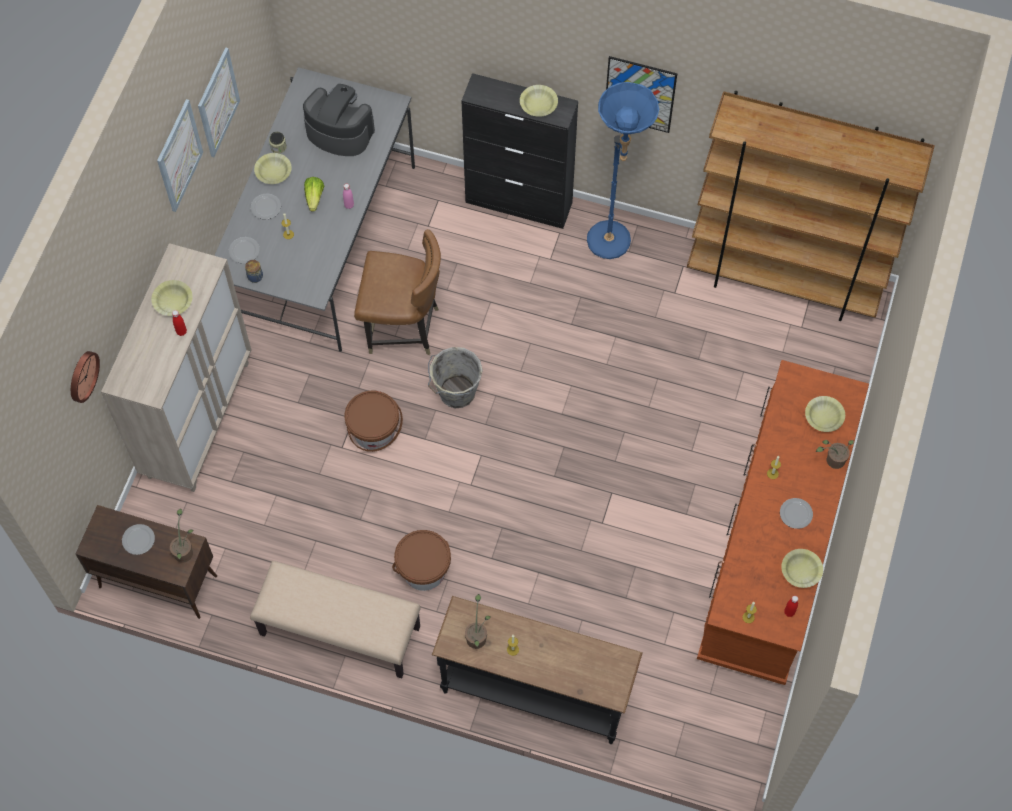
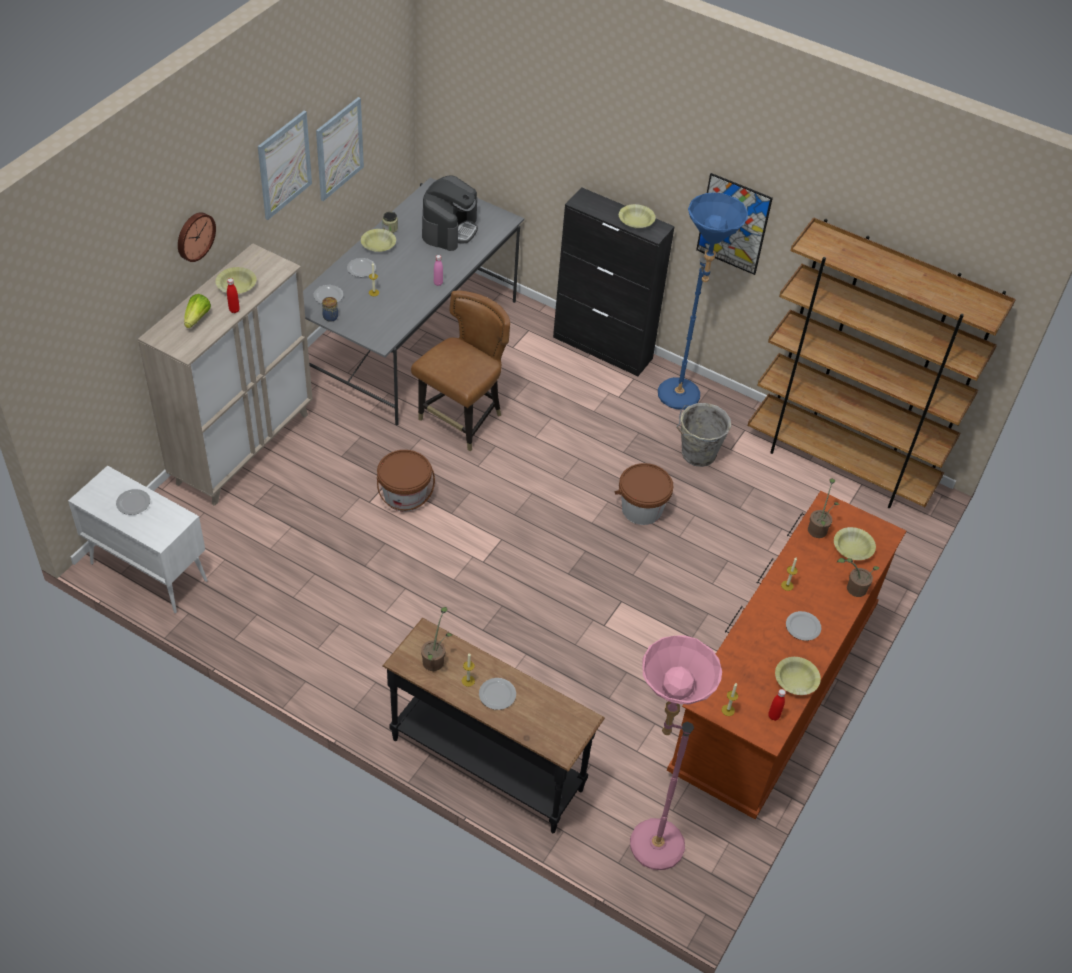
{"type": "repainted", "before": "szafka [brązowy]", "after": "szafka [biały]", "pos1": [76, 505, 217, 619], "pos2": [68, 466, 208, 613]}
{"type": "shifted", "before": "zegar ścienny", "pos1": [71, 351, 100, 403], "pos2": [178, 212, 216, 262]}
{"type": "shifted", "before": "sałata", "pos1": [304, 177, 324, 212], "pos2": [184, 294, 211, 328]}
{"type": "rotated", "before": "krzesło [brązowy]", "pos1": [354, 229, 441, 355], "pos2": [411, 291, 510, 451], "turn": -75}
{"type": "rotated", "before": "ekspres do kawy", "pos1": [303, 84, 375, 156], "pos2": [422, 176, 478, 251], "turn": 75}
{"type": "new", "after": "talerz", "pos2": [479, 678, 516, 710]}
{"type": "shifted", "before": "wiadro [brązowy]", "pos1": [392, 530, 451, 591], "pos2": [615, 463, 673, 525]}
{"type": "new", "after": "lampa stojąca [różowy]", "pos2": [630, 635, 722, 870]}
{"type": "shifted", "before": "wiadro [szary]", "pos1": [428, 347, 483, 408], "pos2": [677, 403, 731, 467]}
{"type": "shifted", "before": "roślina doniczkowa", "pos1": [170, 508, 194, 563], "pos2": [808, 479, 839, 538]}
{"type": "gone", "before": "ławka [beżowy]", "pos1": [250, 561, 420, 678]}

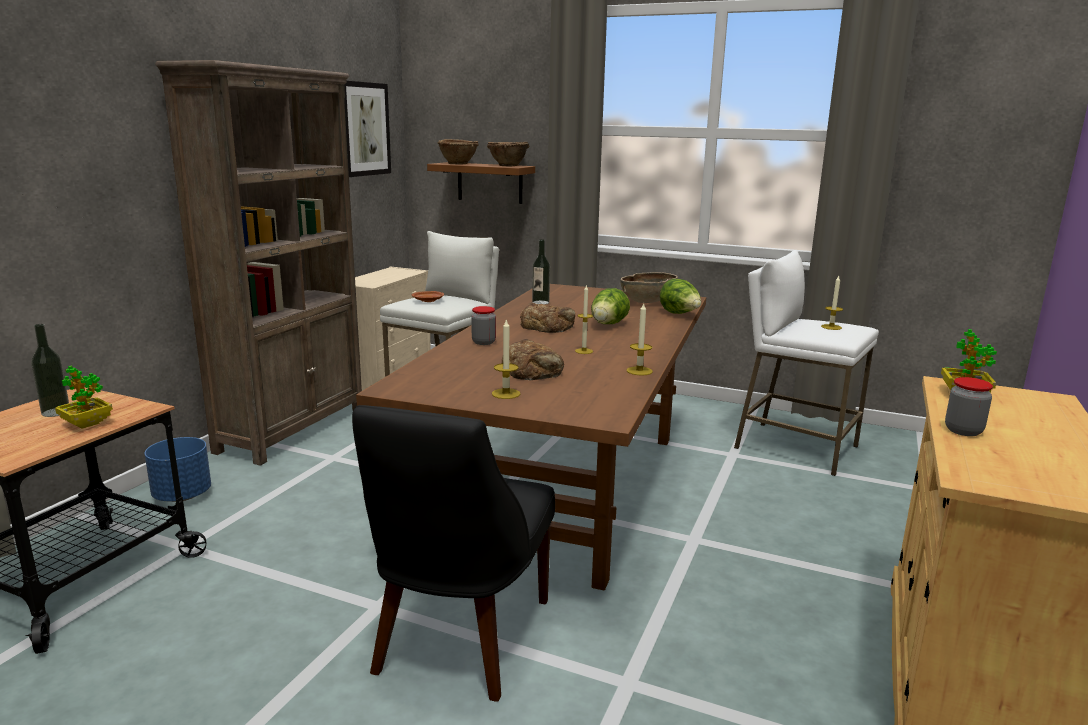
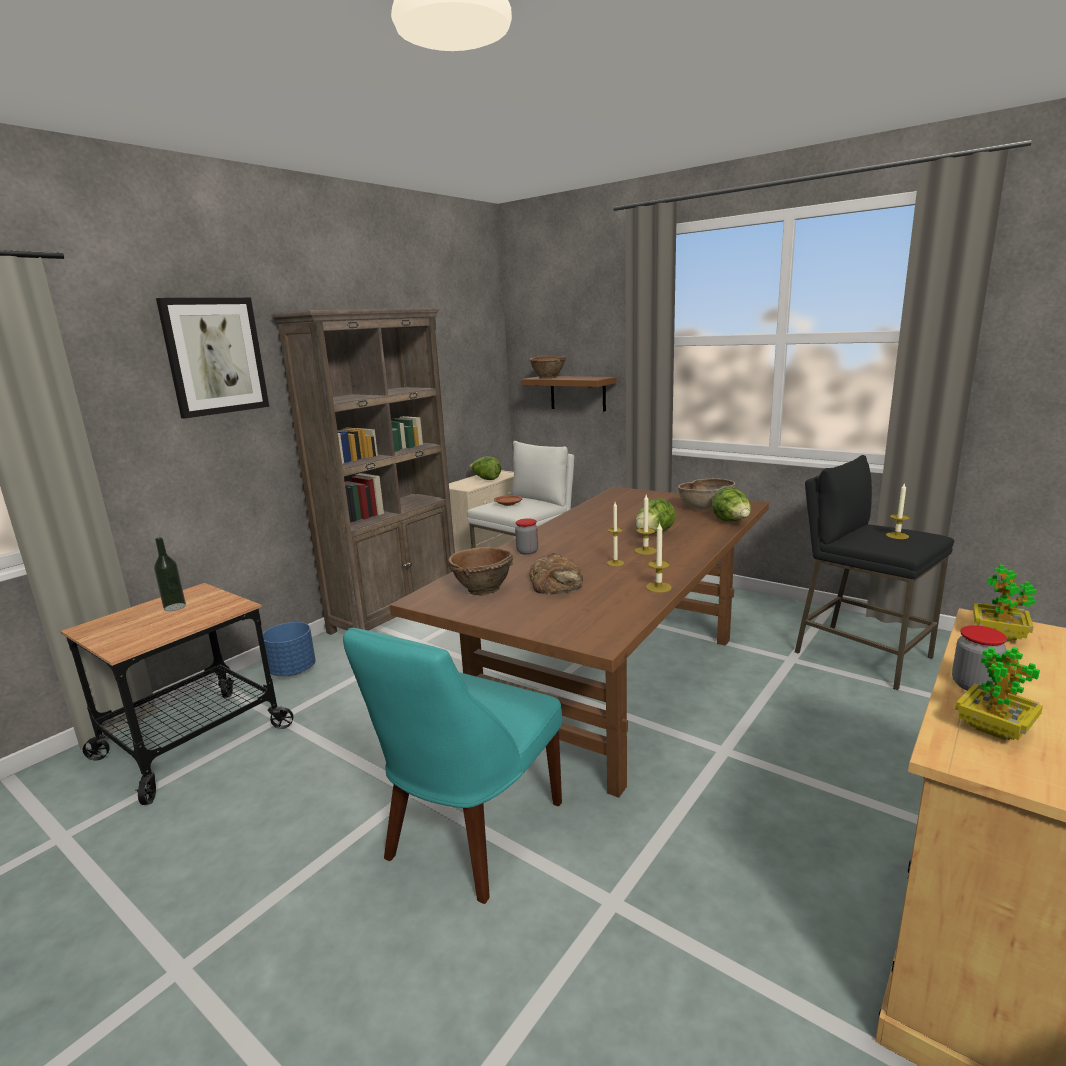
{"type": "shifted", "before": "obraz", "pos1": [344, 81, 391, 177], "pos2": [156, 298, 269, 419]}
{"type": "repainted", "before": "krzesło [czarny]", "after": "krzesło [turkusowy]", "pos1": [352, 405, 555, 702], "pos2": [343, 628, 562, 904]}
{"type": "shifted", "before": "miska [brązowy]", "pos1": [487, 142, 529, 167], "pos2": [448, 547, 514, 595]}
{"type": "new", "after": "sałata", "pos2": [469, 456, 501, 480]}
{"type": "shifted", "before": "świeca", "pos1": [492, 320, 520, 399], "pos2": [635, 495, 656, 555]}
{"type": "repainted", "before": "stołek [biały]", "after": "stołek [czarny]", "pos1": [734, 250, 879, 476], "pos2": [795, 455, 954, 690]}
{"type": "shifted", "before": "roślina doniczkowa", "pos1": [55, 366, 113, 429], "pos2": [955, 647, 1043, 740]}
{"type": "gone", "before": "chleb", "pos1": [520, 302, 575, 333]}
{"type": "gone", "before": "butelka", "pos1": [532, 240, 550, 304]}

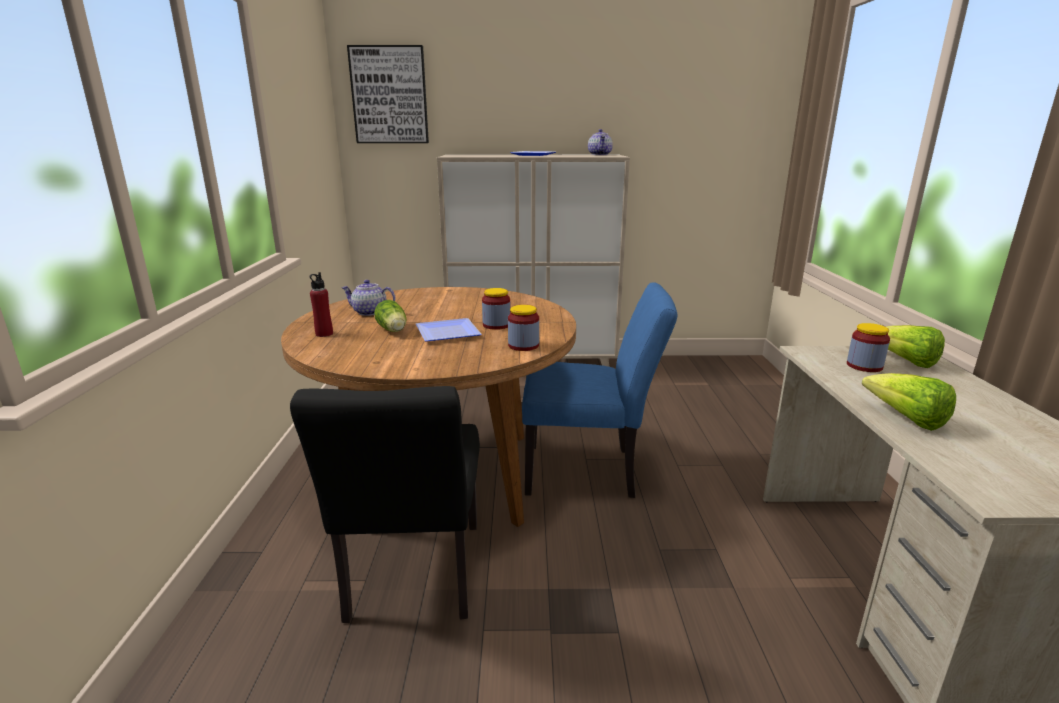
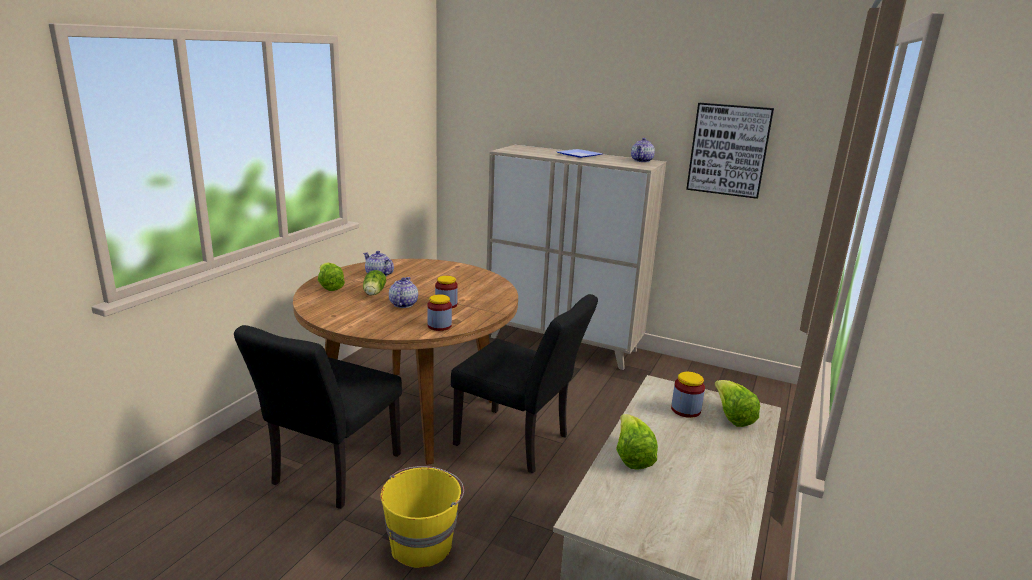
{"type": "swapped", "before": "butelka [czerwony]", "after": "sałata", "pos1": [310, 272, 333, 337], "pos2": [318, 262, 345, 291]}
{"type": "new", "after": "wiadro [żółty]", "pos2": [381, 466, 464, 568]}
{"type": "swapped", "before": "talerz", "after": "imbryk", "pos1": [416, 318, 481, 342], "pos2": [389, 277, 418, 308]}
{"type": "repainted", "before": "krzesło [niebieski]", "after": "krzesło [czarny]", "pos1": [522, 282, 678, 498], "pos2": [451, 294, 598, 474]}
{"type": "shifted", "before": "obraz", "pos1": [347, 45, 429, 143], "pos2": [686, 103, 774, 199]}

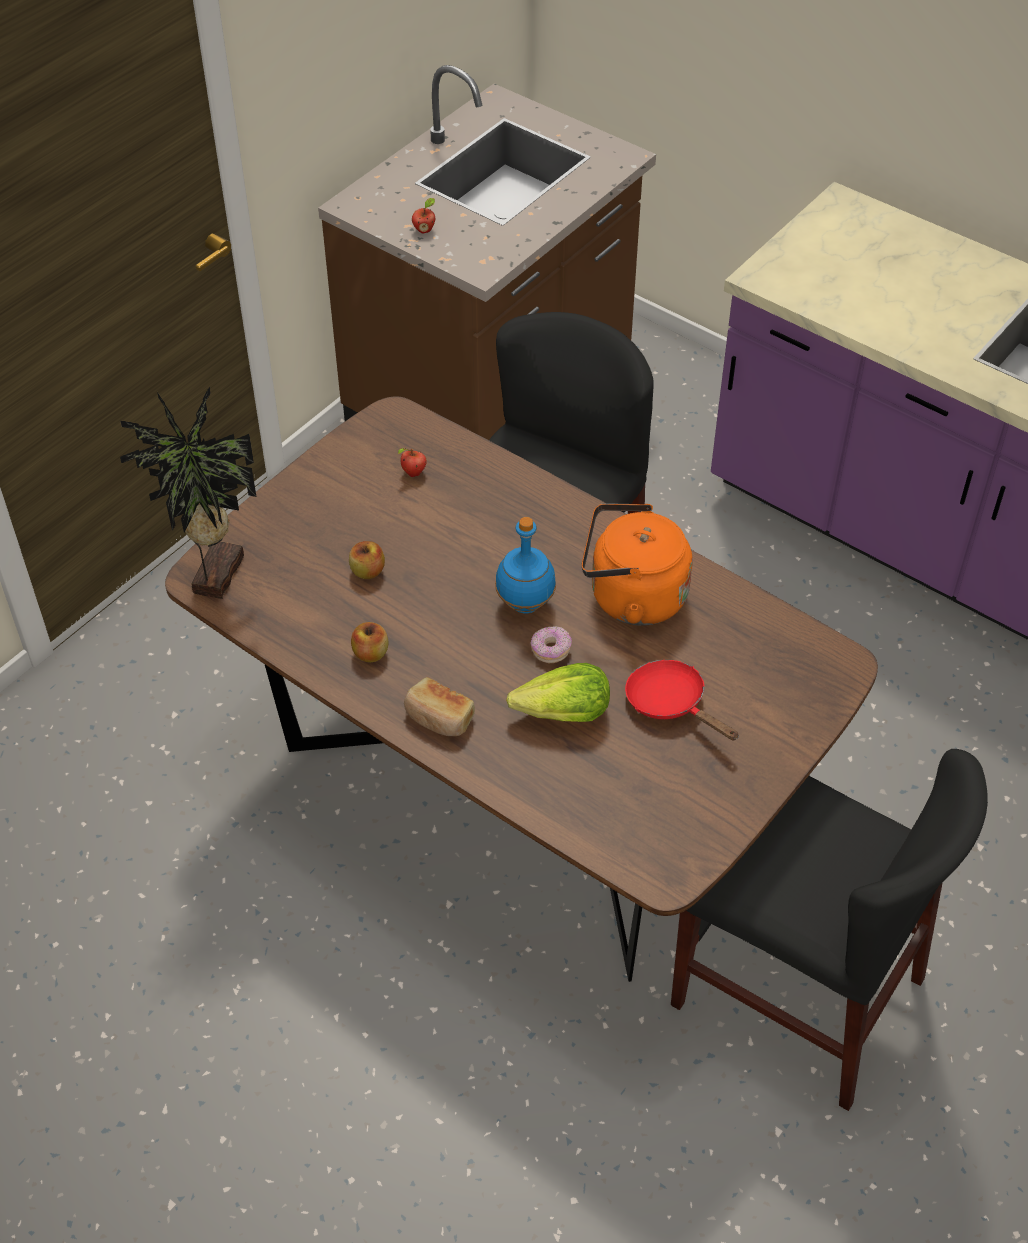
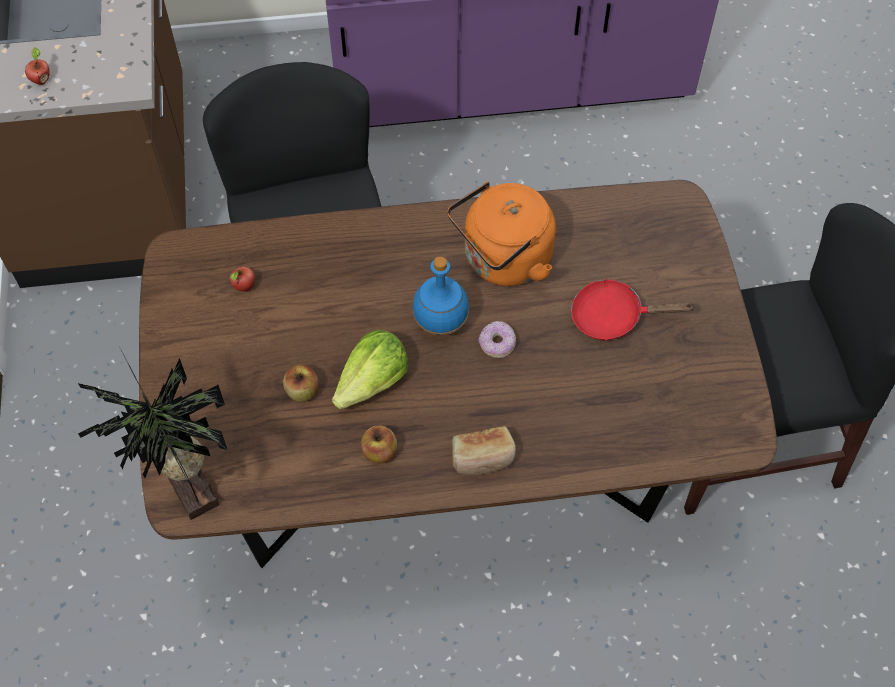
{"type": "shifted", "before": "sałata", "pos1": [506, 663, 610, 722], "pos2": [332, 329, 408, 409]}

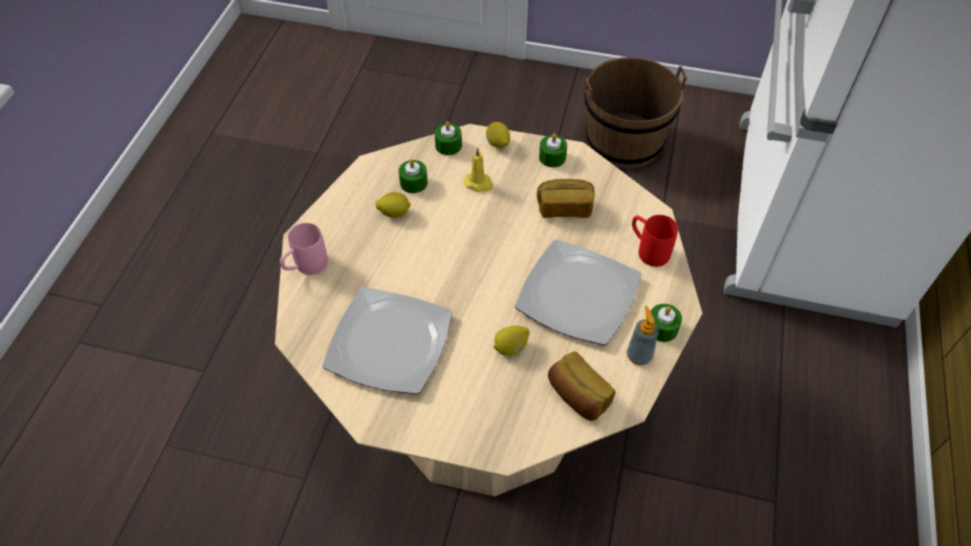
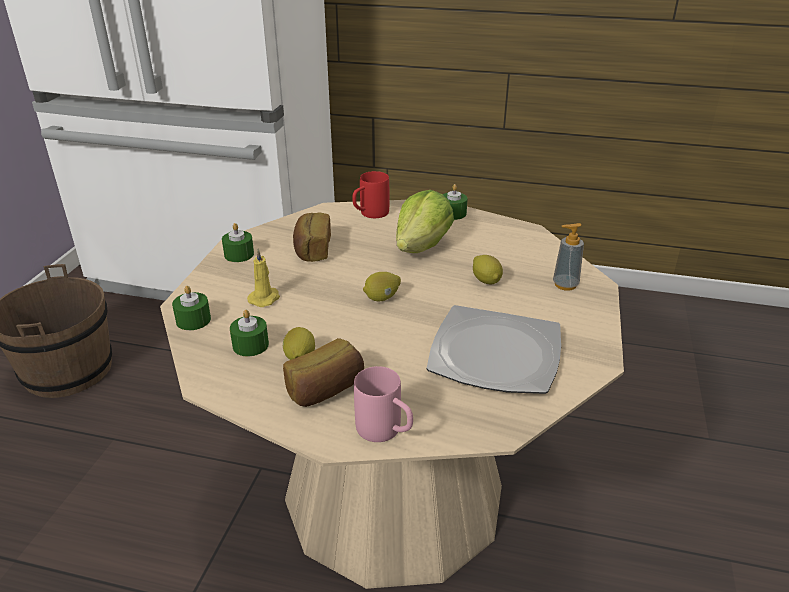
{"type": "shifted", "before": "chleb", "pos1": [548, 351, 616, 421], "pos2": [283, 338, 364, 407]}
{"type": "shifted", "before": "cytryna", "pos1": [486, 122, 510, 148], "pos2": [363, 272, 401, 301]}
{"type": "swapped", "before": "talerz", "after": "sałata", "pos1": [515, 239, 641, 345], "pos2": [396, 190, 454, 253]}
{"type": "shifted", "before": "dozownik mydła", "pos1": [627, 306, 659, 365], "pos2": [553, 223, 584, 291]}

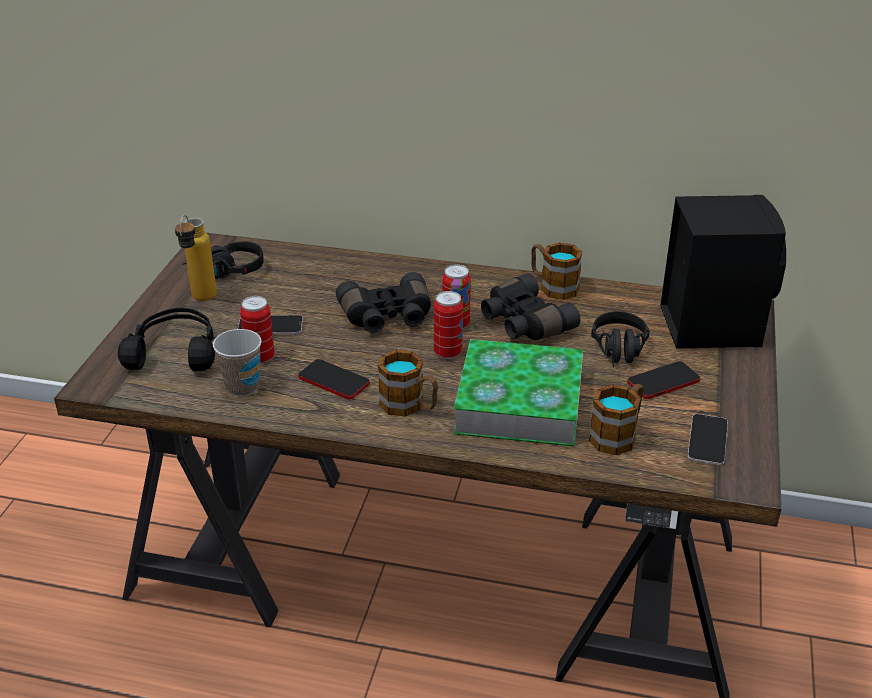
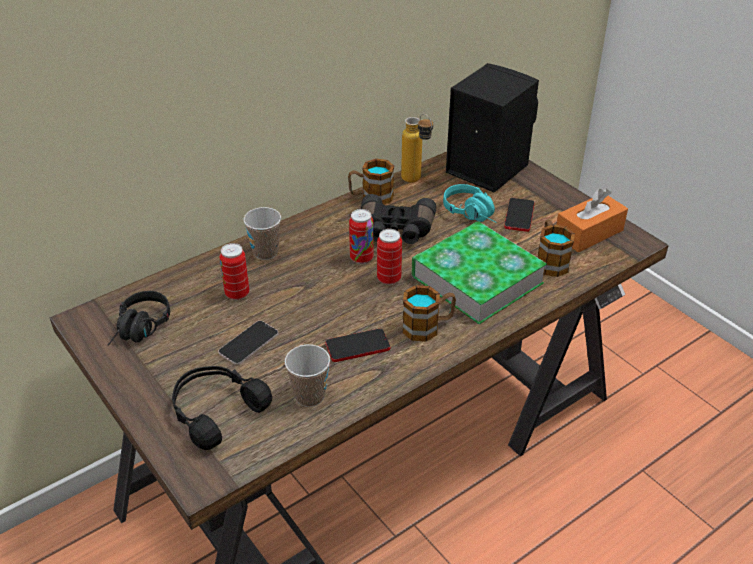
{"type": "shifted", "before": "puszka", "pos1": [240, 296, 275, 364], "pos2": [220, 243, 249, 300]}
{"type": "new", "after": "filiżanka", "pos2": [243, 207, 281, 260]}
{"type": "shifted", "before": "butelka", "pos1": [175, 215, 217, 301], "pos2": [401, 114, 433, 183]}
{"type": "repainted", "before": "słuchawki [czarny]", "after": "słuchawki [turkusowy]", "pos1": [591, 311, 650, 367], "pos2": [443, 184, 497, 223]}
{"type": "swapped", "before": "telefon", "after": "pudełko chusteczek [pomarańczowy]", "pos1": [687, 414, 728, 465], "pos2": [556, 188, 628, 252]}
{"type": "gone", "before": "lornetka [czarny]", "pos1": [336, 272, 431, 333]}

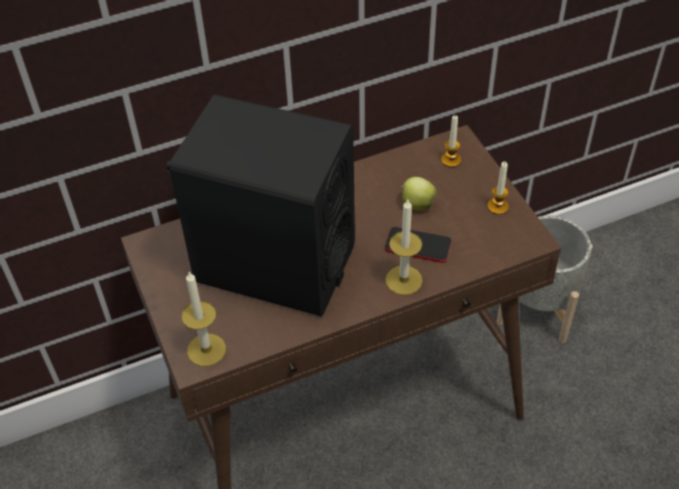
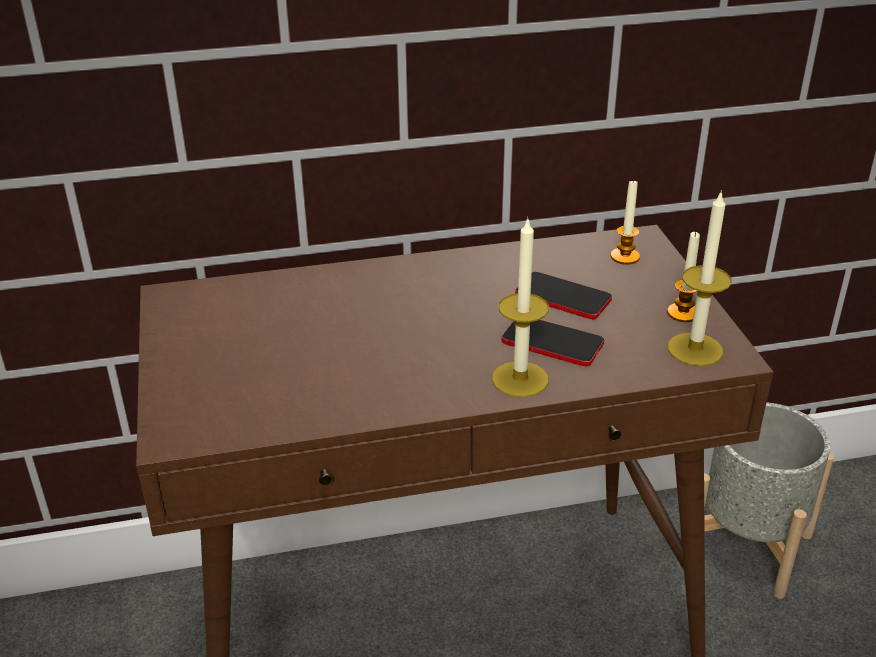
{"type": "swapped", "before": "jabłko", "after": "telefon", "pos1": [401, 177, 437, 210], "pos2": [515, 272, 612, 319]}
{"type": "shifted", "before": "świeca", "pos1": [181, 272, 226, 367], "pos2": [668, 190, 732, 366]}
{"type": "gone", "before": "głośnik [czarny]", "pos1": [166, 95, 355, 316]}

